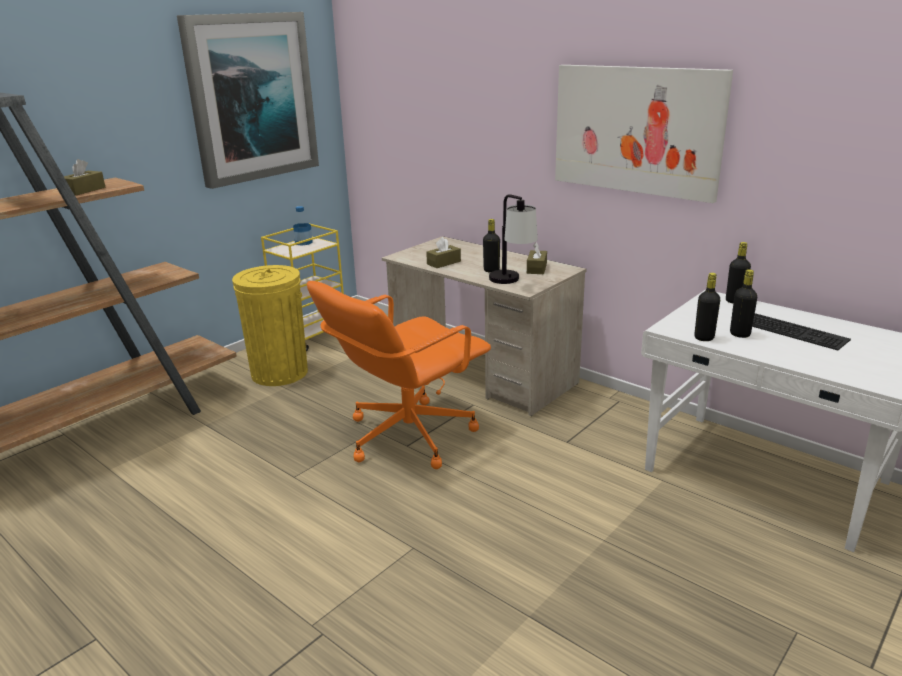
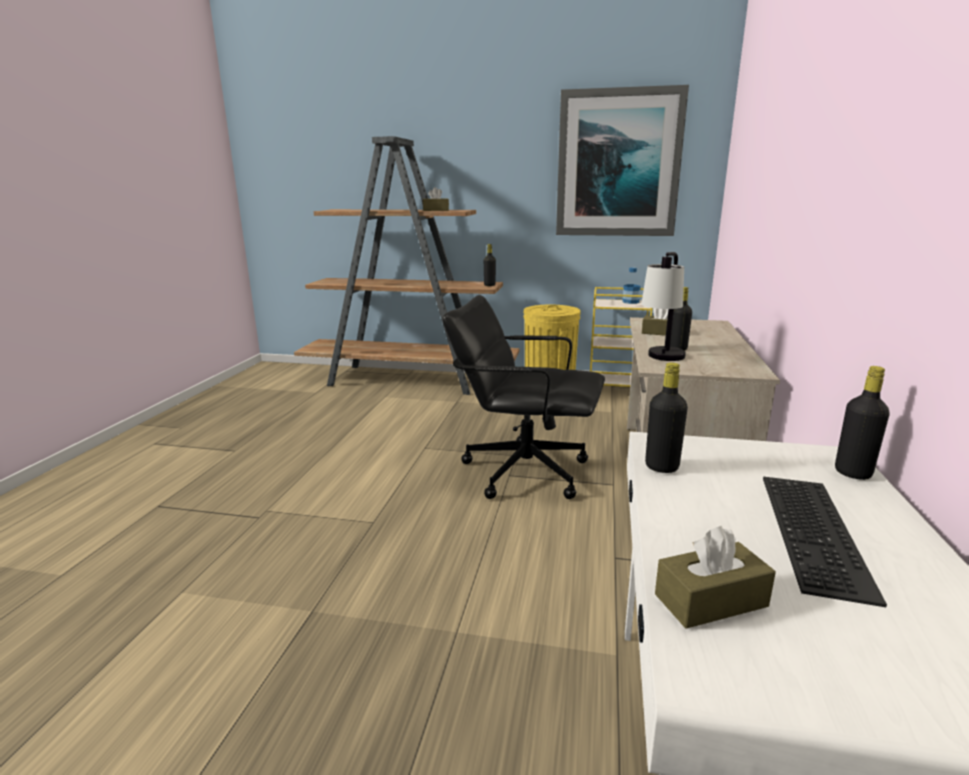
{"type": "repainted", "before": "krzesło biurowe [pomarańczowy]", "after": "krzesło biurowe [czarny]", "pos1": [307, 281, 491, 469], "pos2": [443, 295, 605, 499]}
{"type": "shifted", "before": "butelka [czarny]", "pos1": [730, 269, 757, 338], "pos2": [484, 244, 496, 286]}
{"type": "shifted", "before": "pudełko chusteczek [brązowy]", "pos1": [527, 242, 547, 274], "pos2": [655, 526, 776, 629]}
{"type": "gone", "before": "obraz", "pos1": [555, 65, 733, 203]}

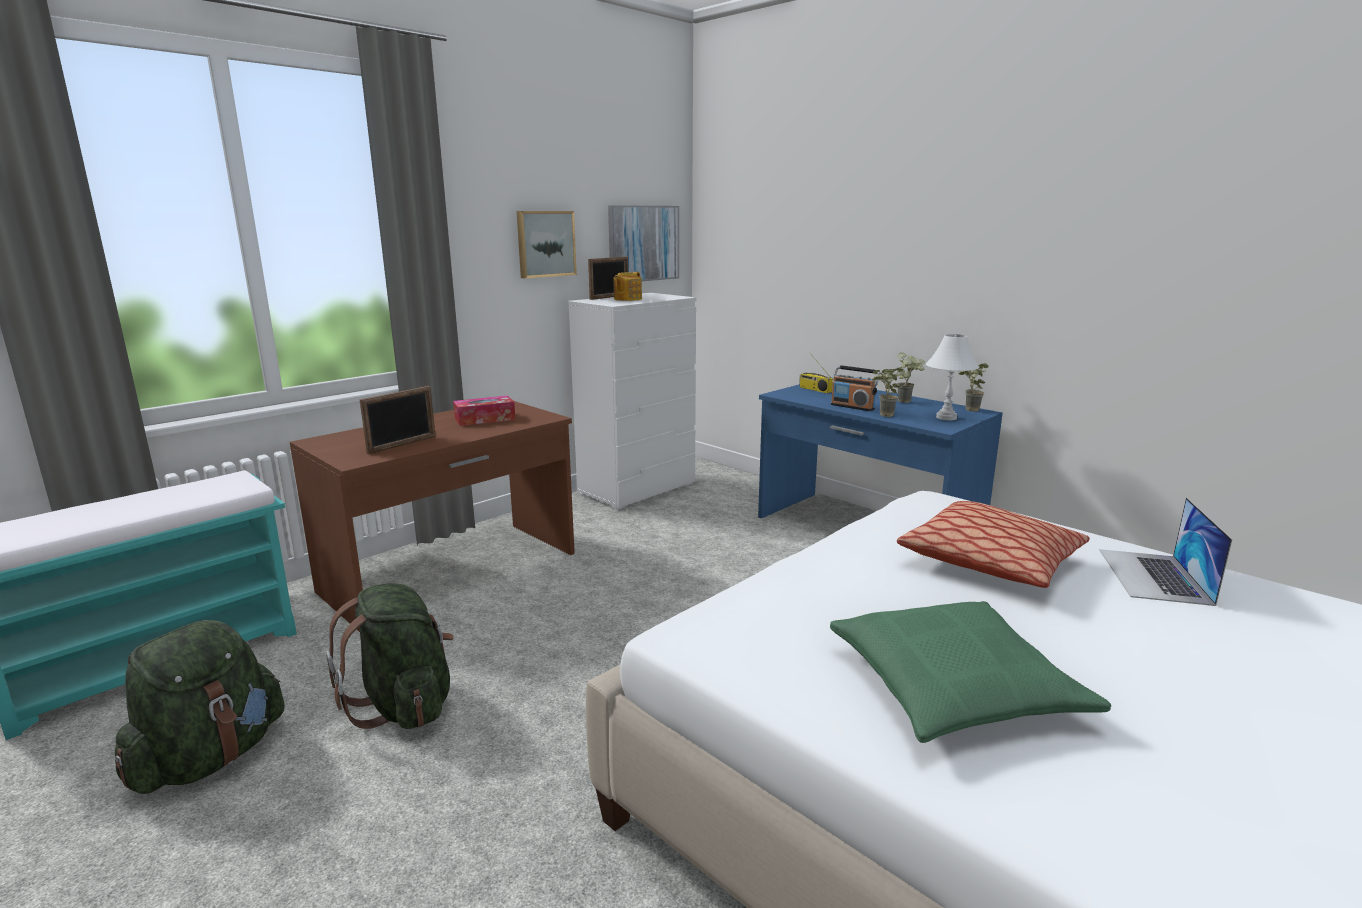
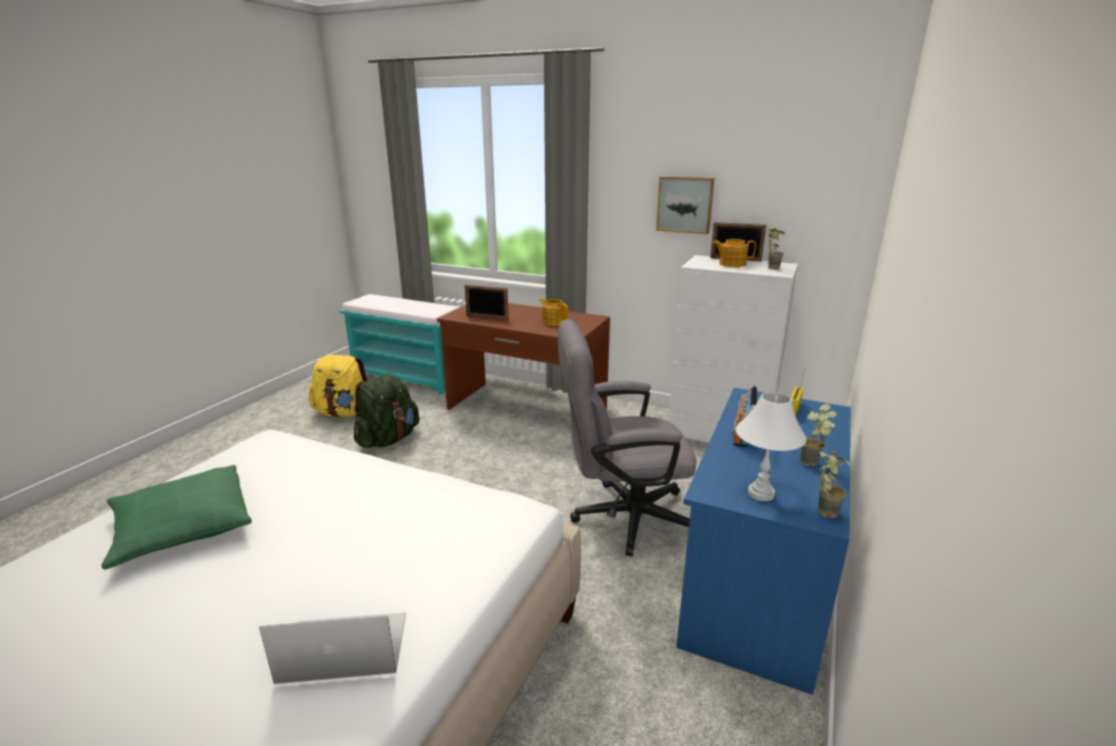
{"type": "repainted", "before": "plecak [zielony]", "after": "plecak [żółty]", "pos1": [115, 620, 285, 794], "pos2": [308, 355, 368, 417]}
{"type": "swapped", "before": "pudełko chusteczek", "after": "imbryk", "pos1": [453, 396, 516, 426], "pos2": [540, 298, 568, 326]}
{"type": "new", "after": "krzesło biurowe [szary]", "pos2": [558, 319, 697, 556]}
{"type": "shifted", "before": "roślina doniczkowa", "pos1": [872, 367, 903, 417], "pos2": [767, 228, 785, 270]}
{"type": "gone", "before": "obraz", "pos1": [608, 205, 679, 281]}
{"type": "gone", "before": "poduszka", "pos1": [897, 501, 1090, 588]}

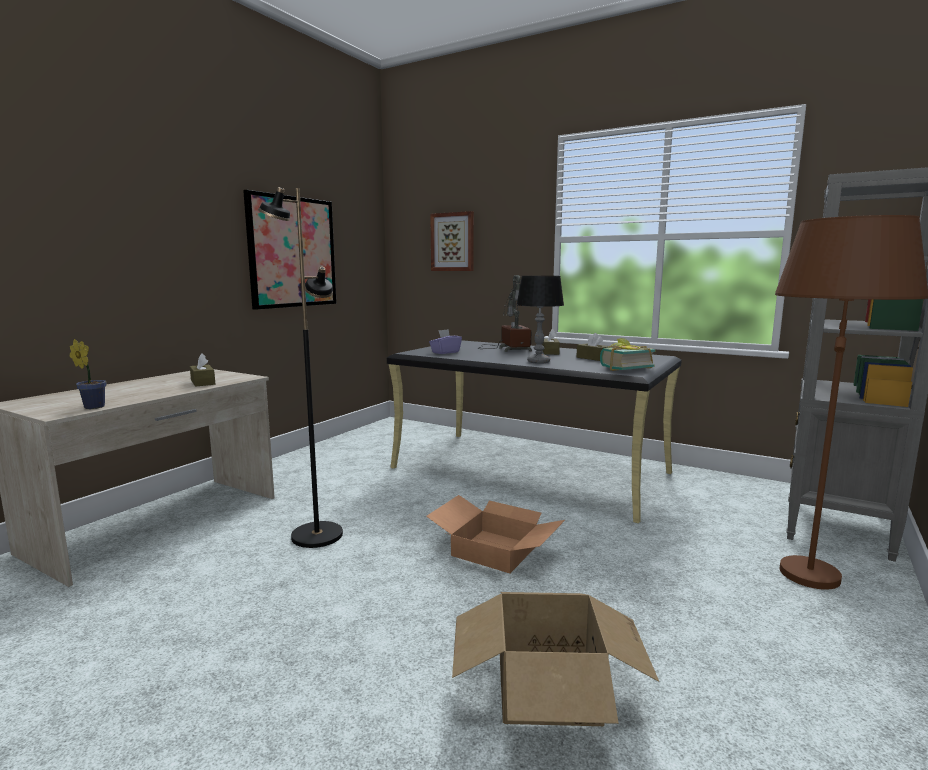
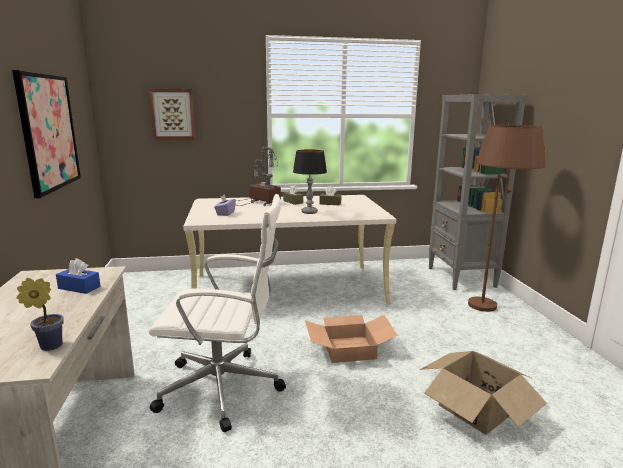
{"type": "repainted", "before": "pudełko chusteczek [brązowy]", "after": "pudełko chusteczek [niebieski]", "pos1": [190, 353, 215, 387], "pos2": [56, 258, 101, 294]}
{"type": "swapped", "before": "lampa stojąca [czarny]", "after": "krzesło biurowe [biały]", "pos1": [258, 187, 343, 548], "pos2": [149, 194, 286, 432]}
{"type": "repainted", "before": "biurko [czarny]", "after": "biurko [beżowy]", "pos1": [387, 340, 682, 523], "pos2": [183, 195, 396, 304]}
{"type": "gone", "before": "książka", "pos1": [600, 338, 656, 371]}

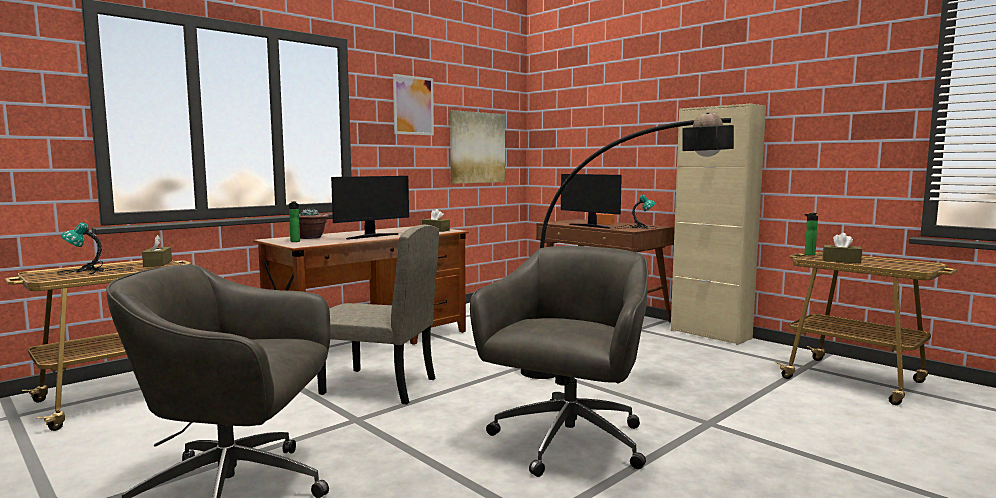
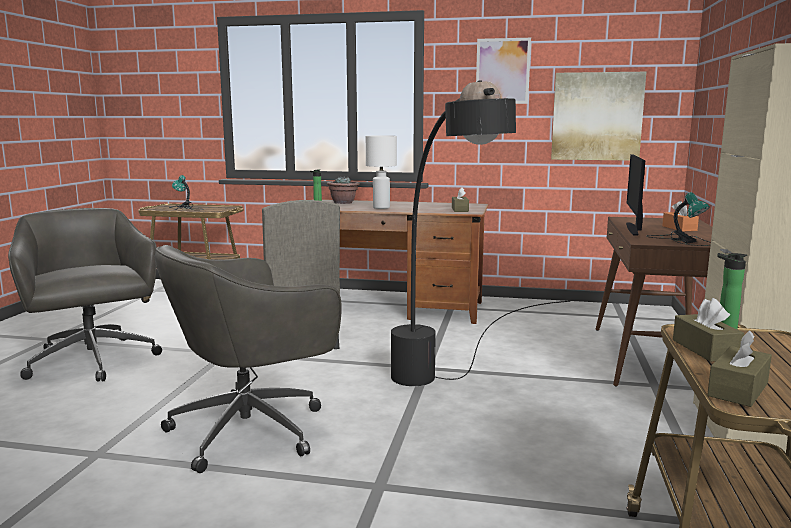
{"type": "rotated", "before": "krzesło biurowe [szary]", "pos1": [470, 246, 648, 477], "pos2": [155, 245, 342, 473], "turn": 150}
{"type": "swapped", "before": "monitor", "after": "lampa stołowa [biały]", "pos1": [331, 176, 409, 240], "pos2": [366, 135, 397, 209]}
{"type": "shifted", "before": "pudełko chusteczek [brązowy]", "pos1": [142, 235, 172, 267], "pos2": [707, 331, 772, 407]}

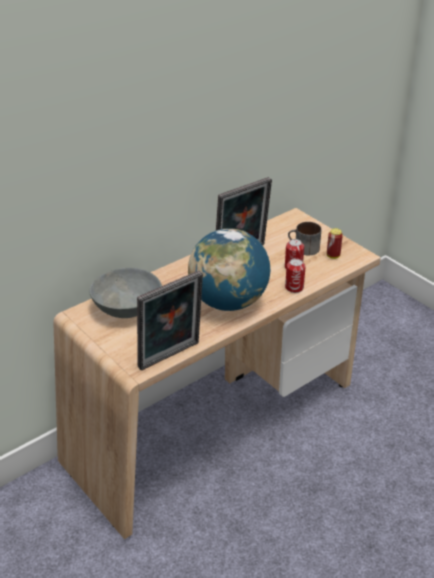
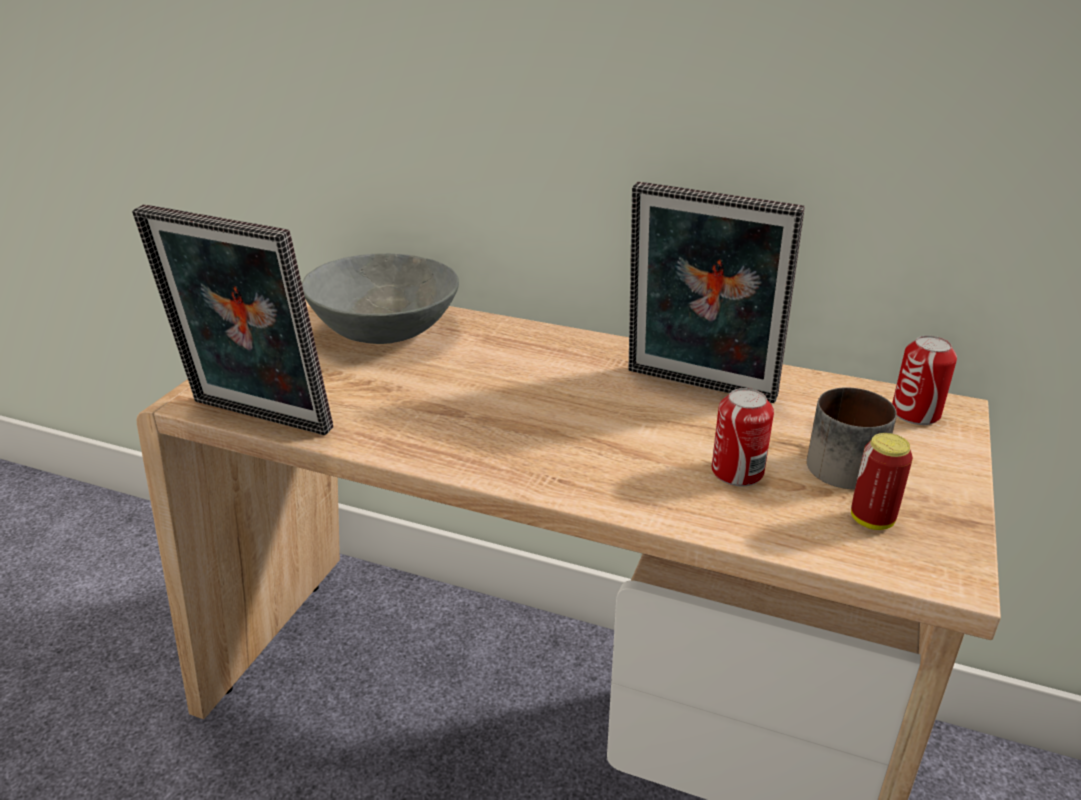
{"type": "shifted", "before": "puszka", "pos1": [285, 258, 306, 293], "pos2": [892, 335, 957, 425]}
{"type": "gone", "before": "globus", "pos1": [188, 228, 270, 311]}

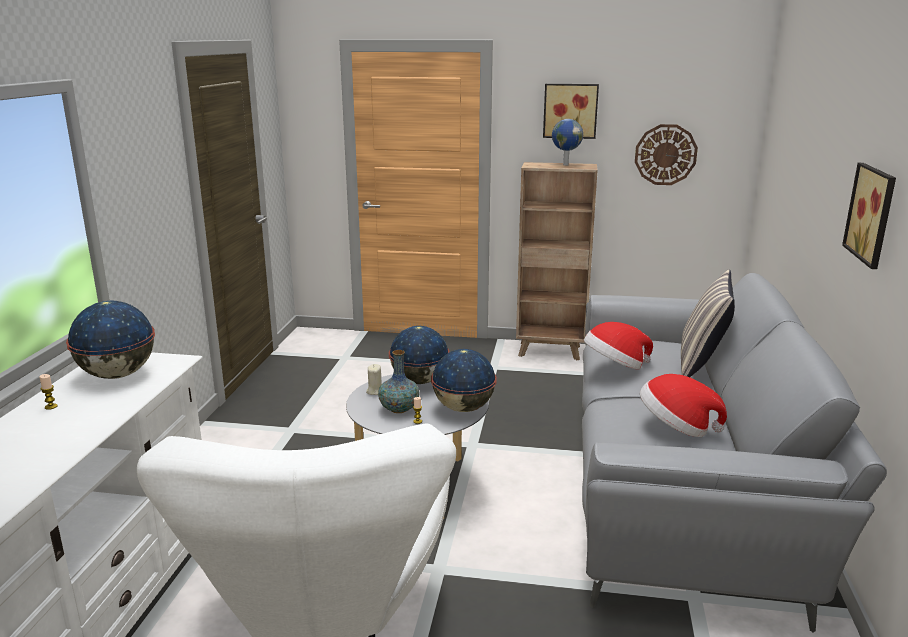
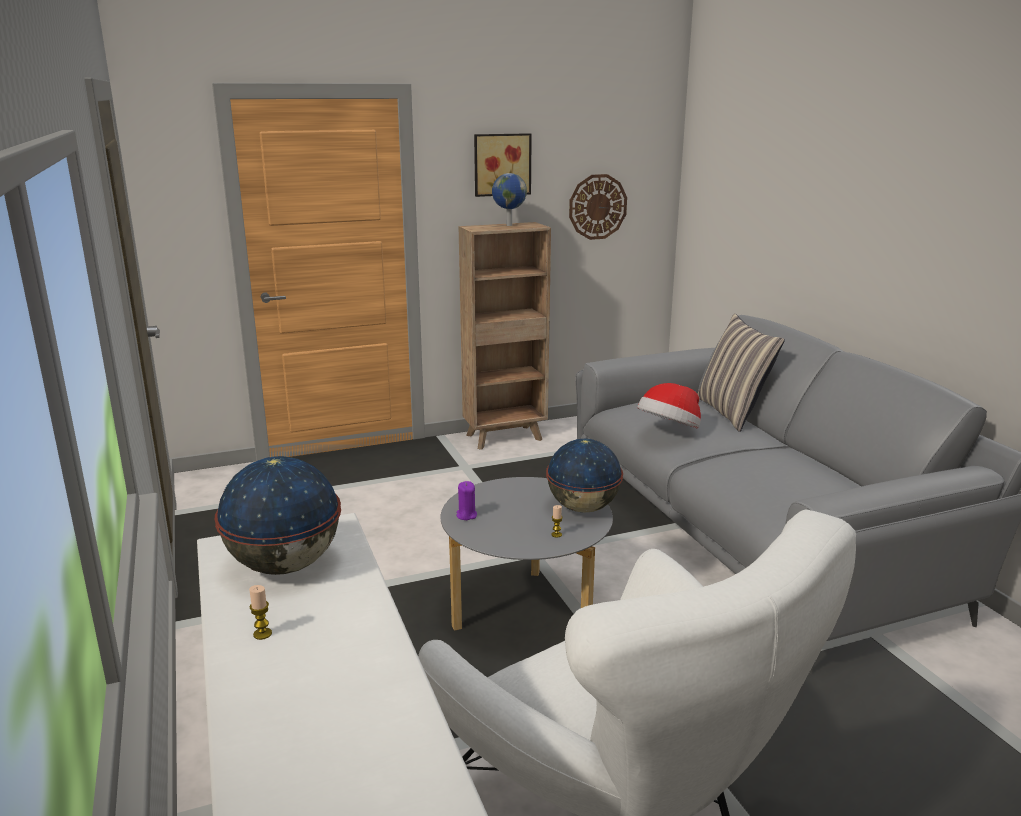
{"type": "repainted", "before": "świeca [beżowy]", "after": "świeca [fioletowy]", "pos1": [366, 364, 381, 395], "pos2": [456, 481, 477, 520]}
{"type": "gone", "before": "wazon", "pos1": [378, 350, 420, 413]}
{"type": "gone", "before": "globus", "pos1": [389, 326, 449, 384]}
{"type": "gone", "before": "kapelusz", "pos1": [640, 374, 727, 437]}
{"type": "gone", "before": "obraz", "pos1": [842, 163, 896, 269]}

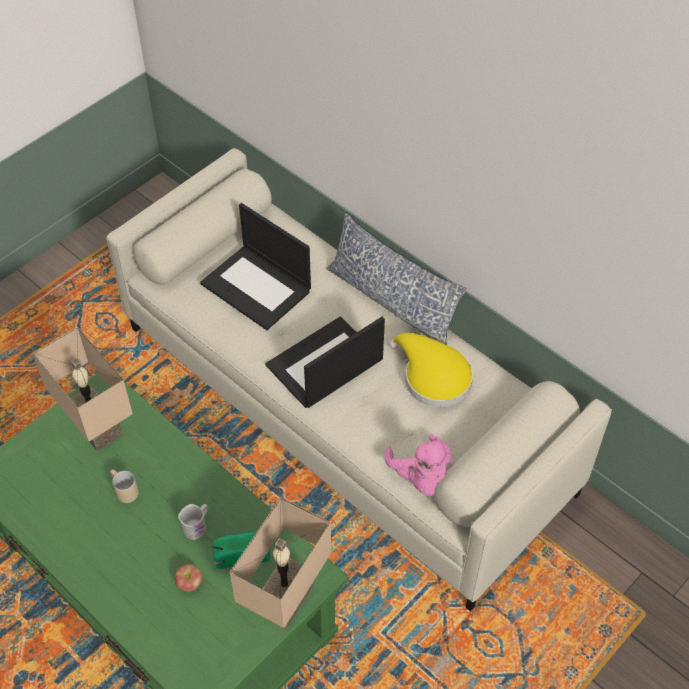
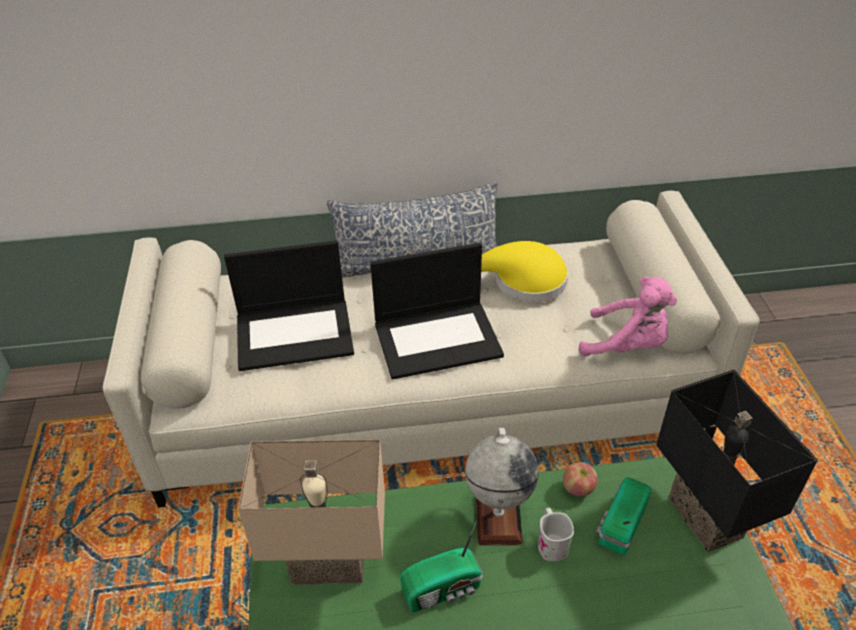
{"type": "rotated", "before": "laptop", "pos1": [265, 316, 385, 408], "pos2": [370, 243, 504, 380], "turn": -105}
{"type": "swapped", "before": "kubek [beżowy]", "after": "radio", "pos1": [110, 470, 139, 503], "pos2": [400, 520, 483, 612]}
{"type": "new", "after": "globus", "pos2": [465, 428, 539, 545]}
{"type": "shifted", "before": "jabłko", "pos1": [175, 564, 203, 592], "pos2": [563, 462, 598, 497]}
{"type": "repainted", "before": "lampa stołowa [beżowy]", "after": "lampa stołowa [czarny]", "pos1": [230, 497, 331, 630], "pos2": [656, 370, 818, 552]}

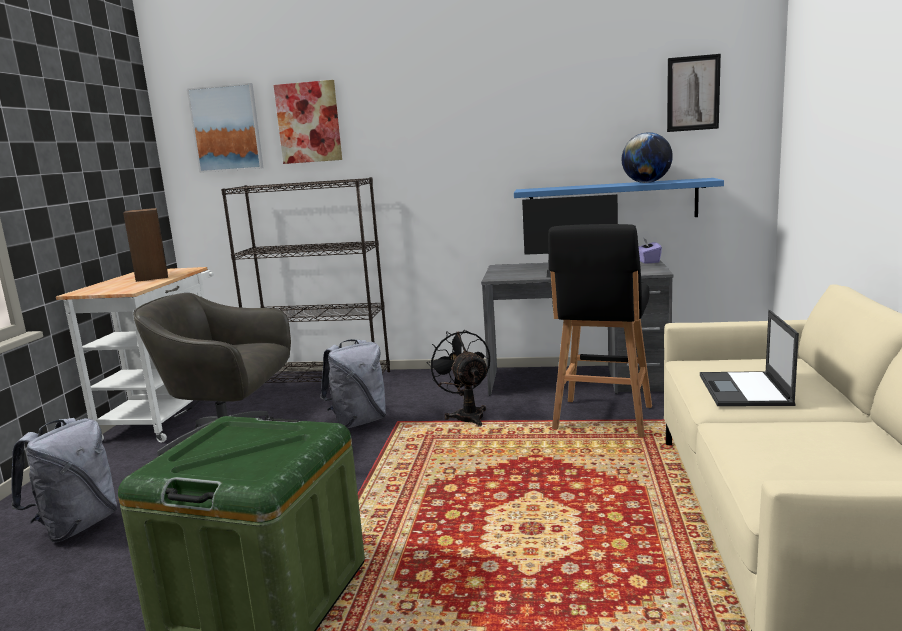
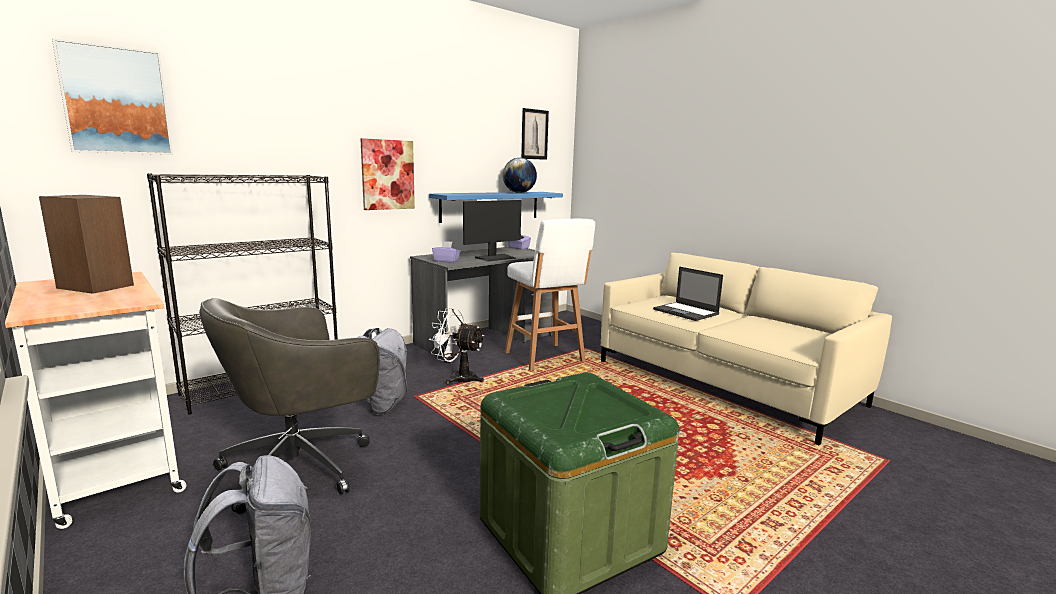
{"type": "shifted", "before": "obraz", "pos1": [274, 80, 342, 164], "pos2": [360, 138, 415, 210]}
{"type": "repainted", "before": "wentylator [czarny]", "after": "wentylator [biały]", "pos1": [427, 329, 490, 426], "pos2": [429, 308, 484, 385]}
{"type": "new", "after": "pudełko chusteczek [fioletowy]", "pos2": [432, 241, 460, 262]}
{"type": "repainted", "before": "stołek [czarny]", "after": "stołek [biały]", "pos1": [548, 224, 652, 437], "pos2": [505, 219, 595, 371]}

